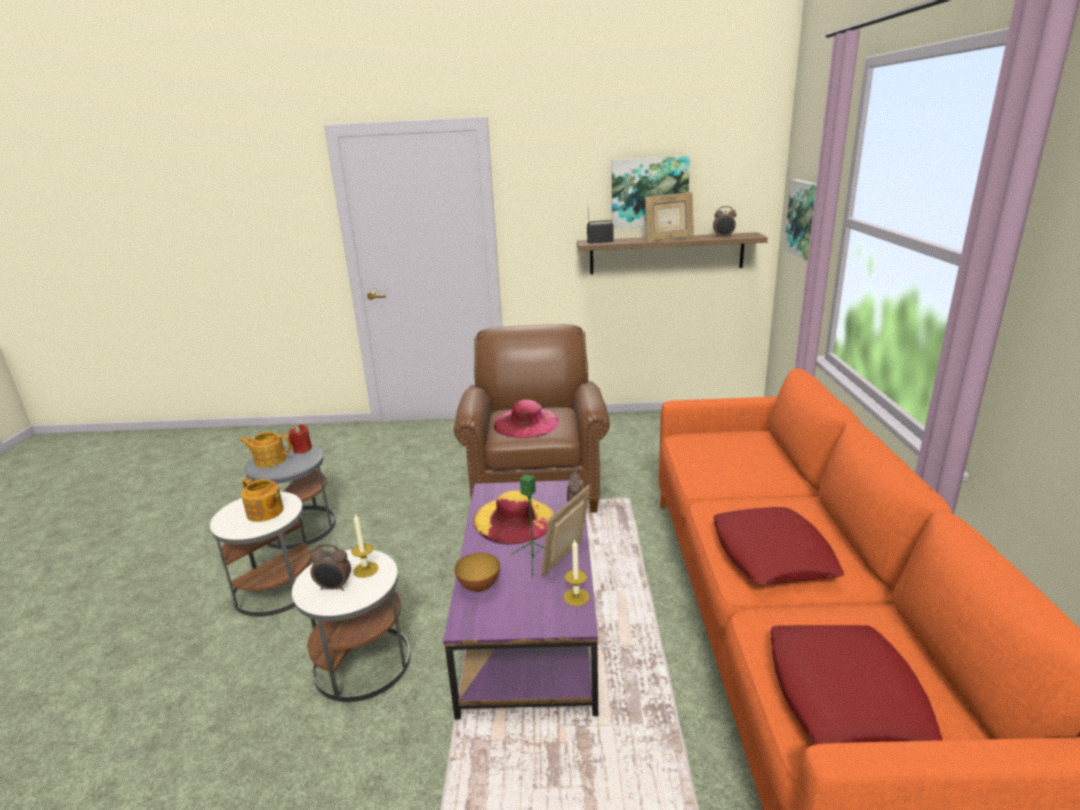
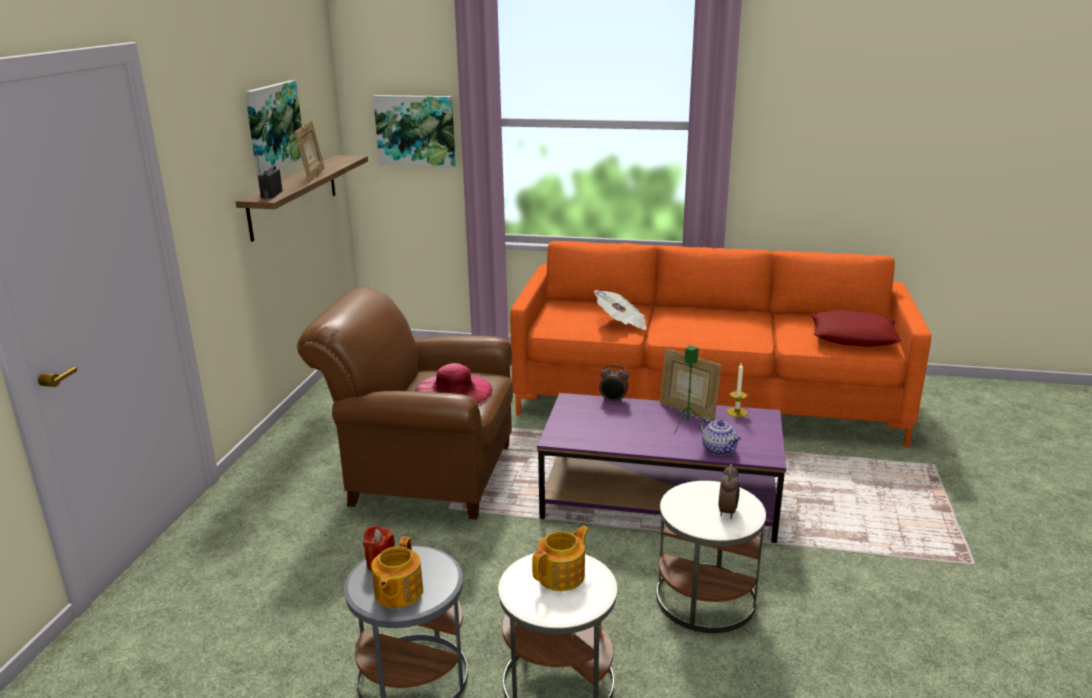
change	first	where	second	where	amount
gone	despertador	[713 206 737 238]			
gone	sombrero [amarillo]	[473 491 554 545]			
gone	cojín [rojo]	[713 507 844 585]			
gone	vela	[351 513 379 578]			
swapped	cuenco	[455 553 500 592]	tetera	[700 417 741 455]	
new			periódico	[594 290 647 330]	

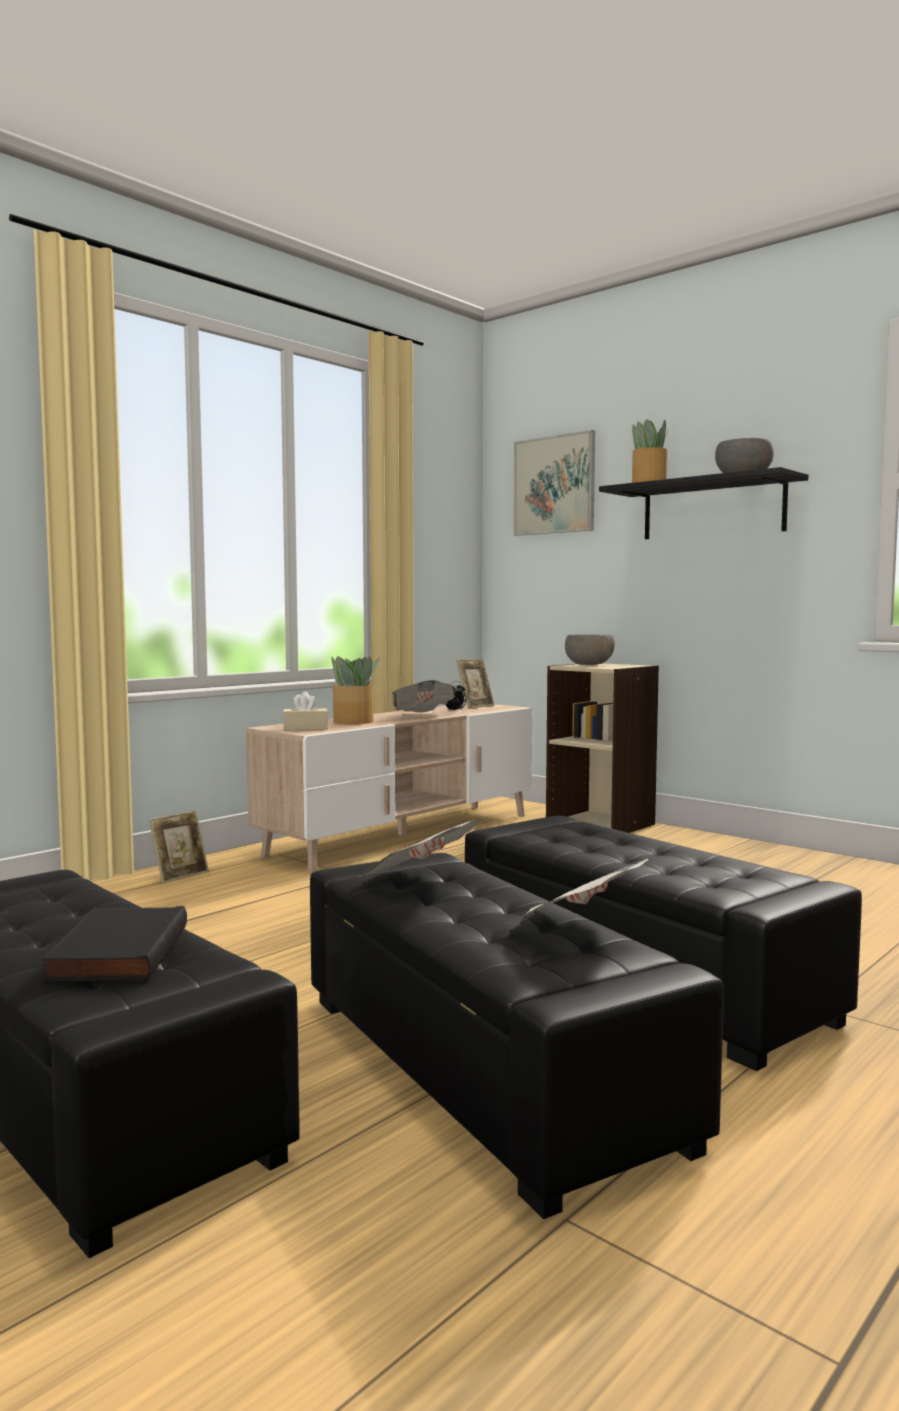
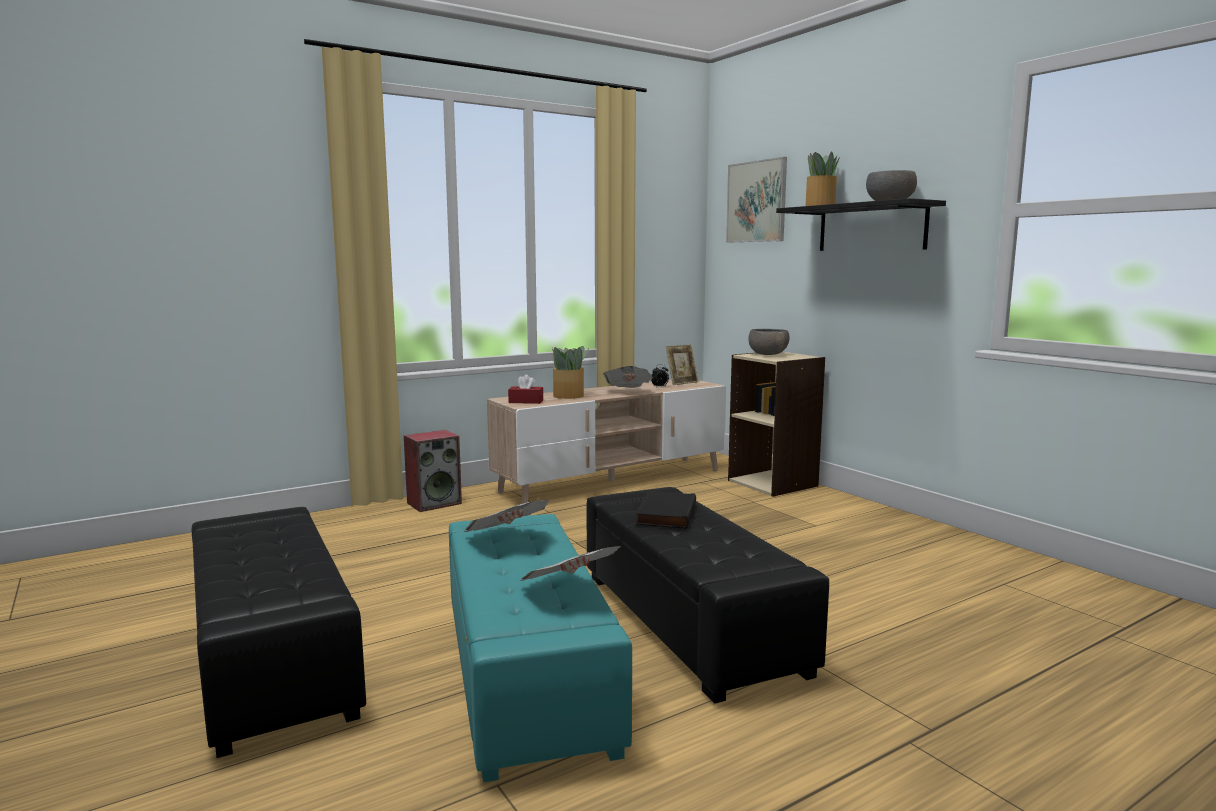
change	first	where	second	where	amount
repainted	caja de pañuelos [beis]	[283 692 328 731]	caja de pañuelos [rojo]	[508 374 543 404]	
swapped	portarretratos	[149 811 209 884]	altavoz	[404 430 462 512]	
repainted	puf [negro]	[310 853 724 1219]	puf [turquesa]	[449 514 632 783]	
shifted	libro [negro]	[41 906 187 981]		[636 491 696 529]	

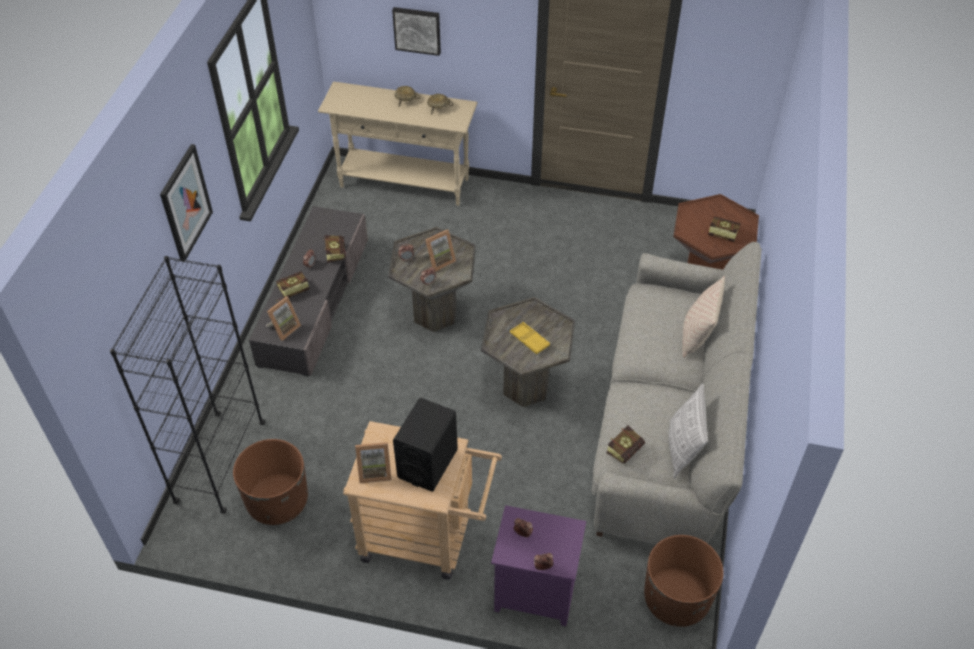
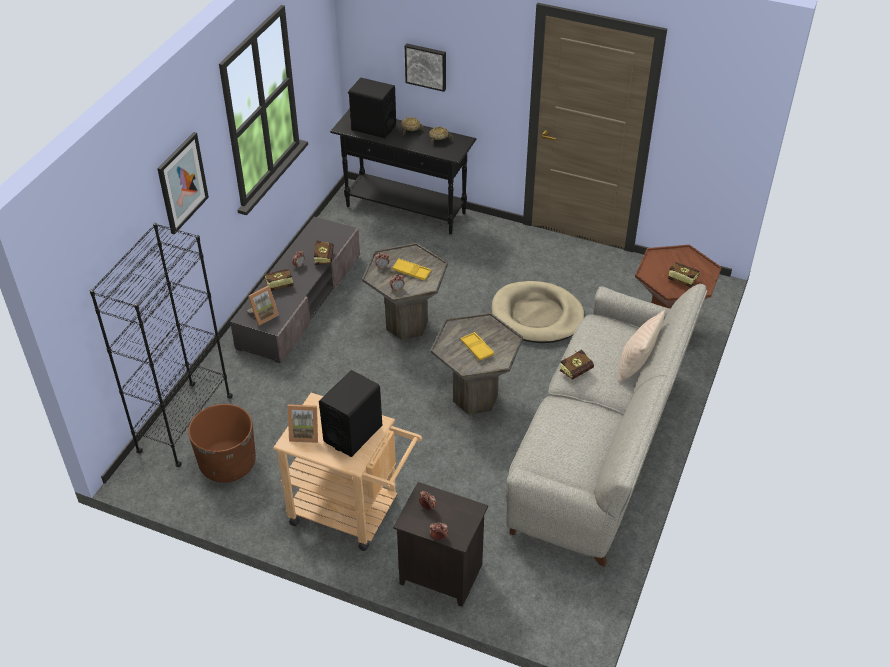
change	first	where	second	where	amount
repainted	mesa consola [beis]	[318 82 478 206]	mesa consola [negro]	[330 109 476 235]	
swapped	portarretratos	[423 229 456 272]	bandeja [amarillo]	[392 258 431 281]	
gone	cojín	[669 383 708 478]			
shifted	libro	[607 426 645 463]		[560 350 594 379]	
repainted	mesita de noche [morado]	[491 505 586 626]	mesita de noche [negro]	[393 482 488 607]	
gone	maceta [marrón]	[644 535 724 627]			
new			altavoz [negro]	[348 78 396 138]	
new			cama para perro [beis]	[492 281 585 343]	

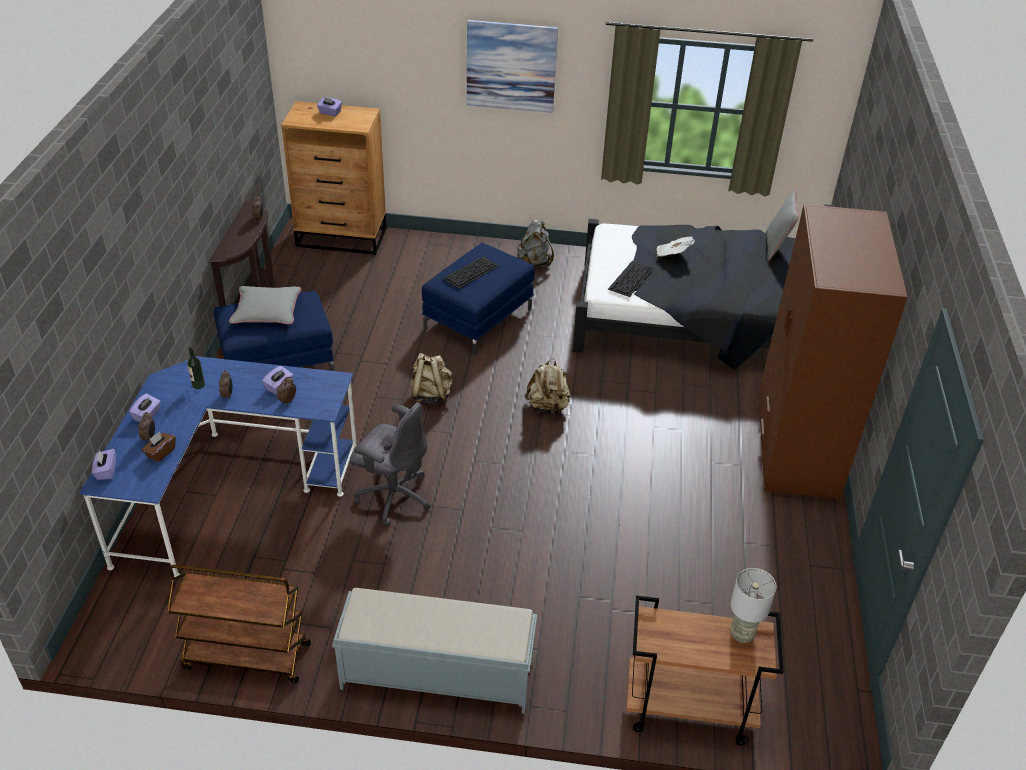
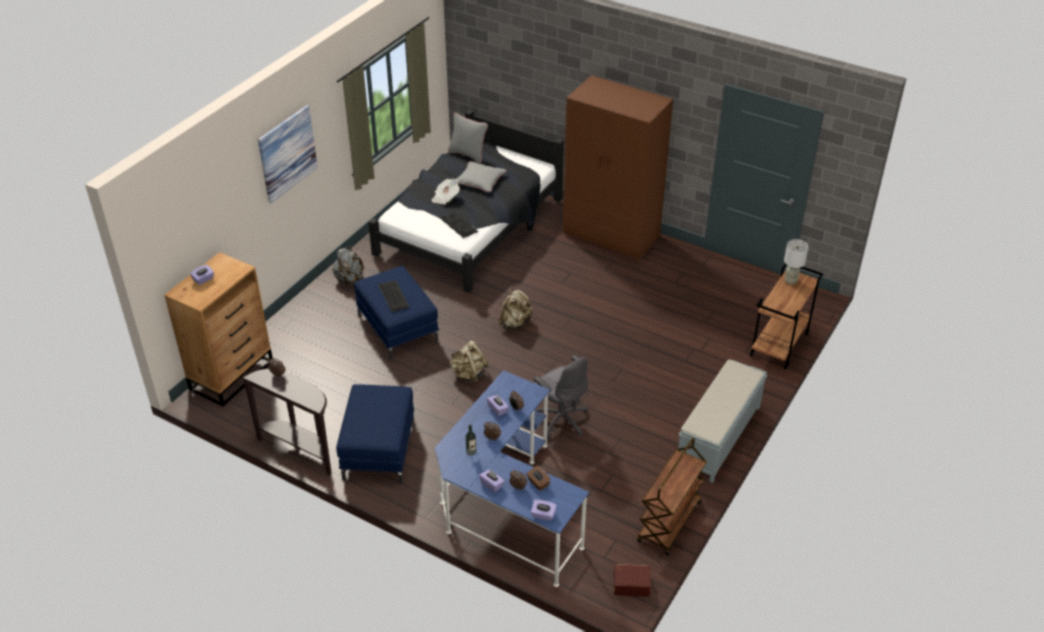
change	first	where	second	where	amount
shifted	cojín [gris]	[229 286 301 324]		[456 161 507 192]	
rotated	silla de oficina [gris]	[350 402 431 526]		[533 355 589 439]	90 degrees clockwise
new			caja de almacenaje [marrón]	[614 564 651 597]	

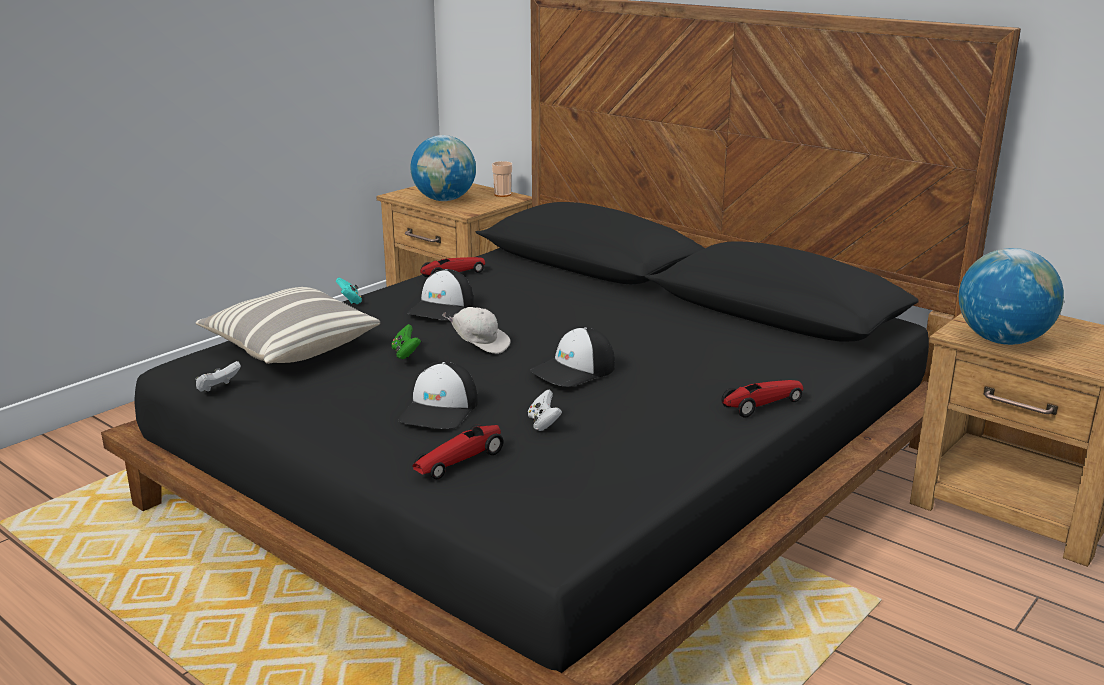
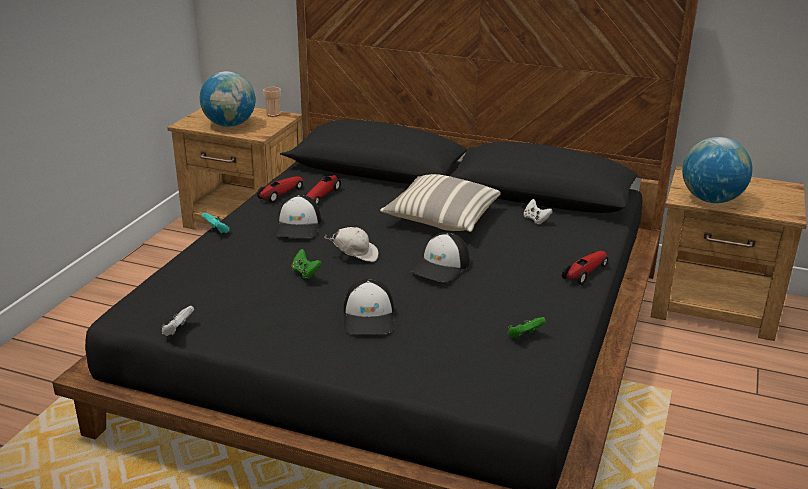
change	first	where	second	where	amount
shifted	cojín	[196 287 380 364]		[380 174 501 232]	
shifted	mando de consola [blanco]	[528 390 562 431]		[524 199 553 224]	
shifted	coche de juguete	[412 424 503 480]		[303 175 341 205]	
new			mando de consola [verde]	[508 317 546 339]	

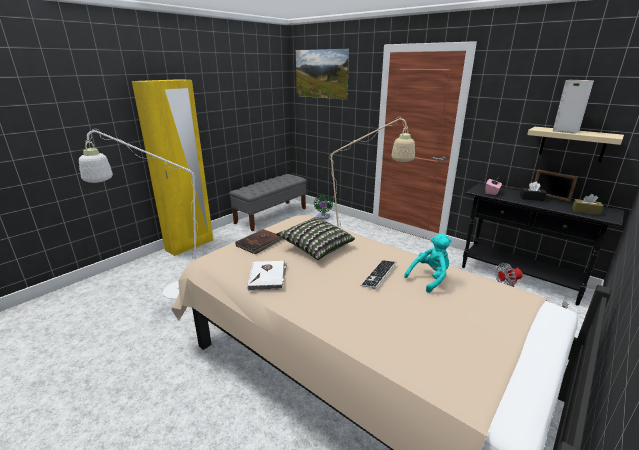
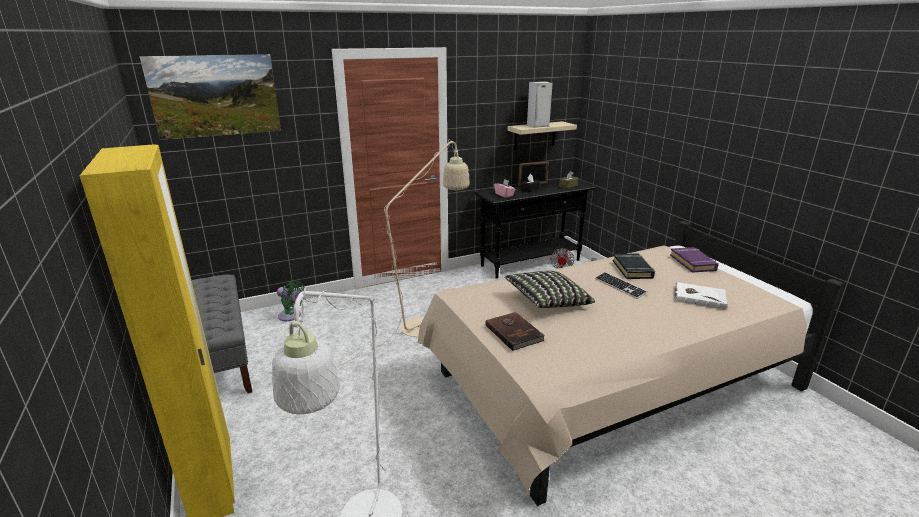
change	first	where	second	where	amount
swapped	peluche [turquesa]	[404 233 451 293]	libro [negro]	[613 253 655 279]	
shifted	libro [blanco]	[247 261 287 291]		[675 282 727 310]	
new			libro [morado]	[670 247 719 273]	

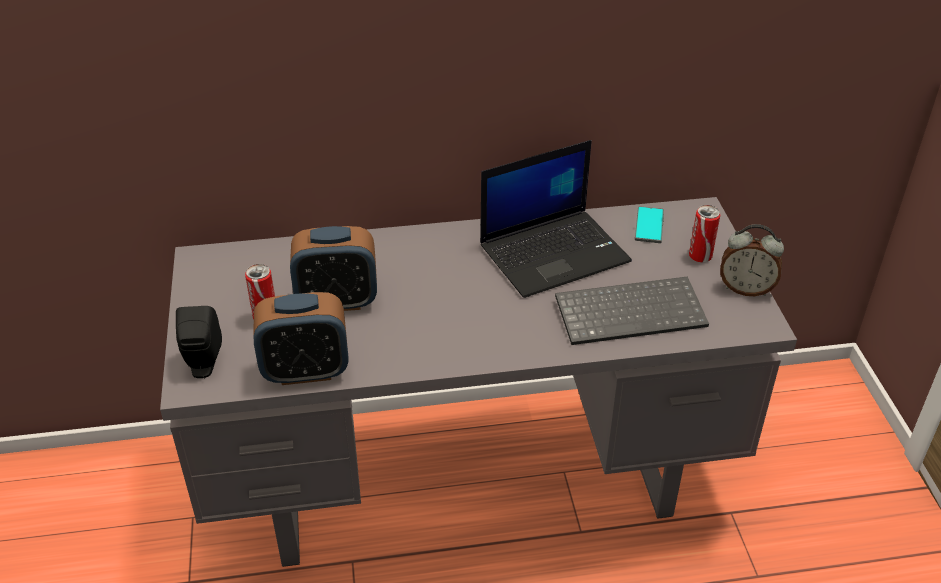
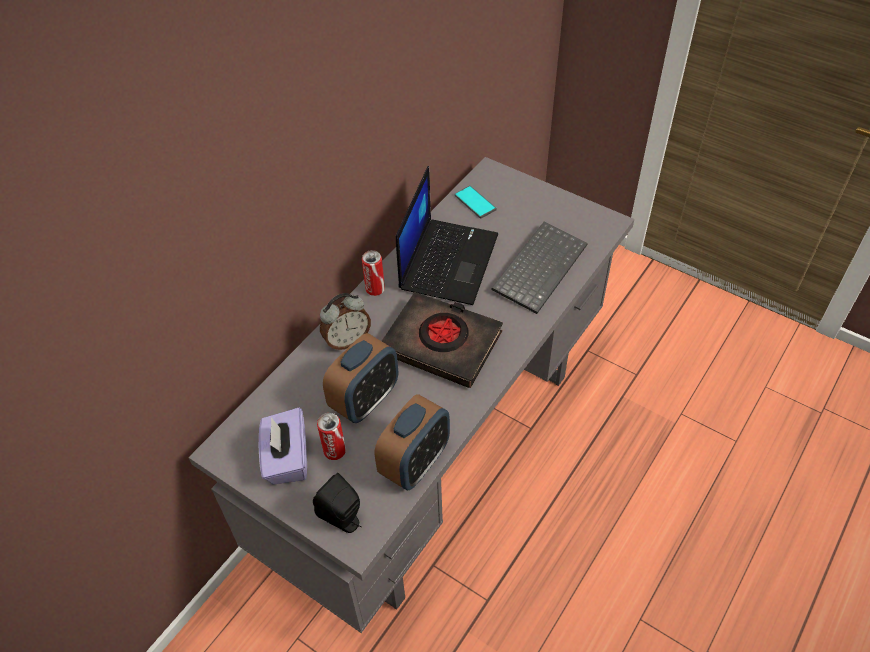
change	first	where	second	where	amount
shifted	lata	[689 205 720 262]		[362 250 385 296]	
shifted	despertador	[720 224 784 296]		[320 293 371 350]	
new			libro [negro]	[382 292 503 388]	
new			caja de pañuelos [morado]	[259 408 307 485]	

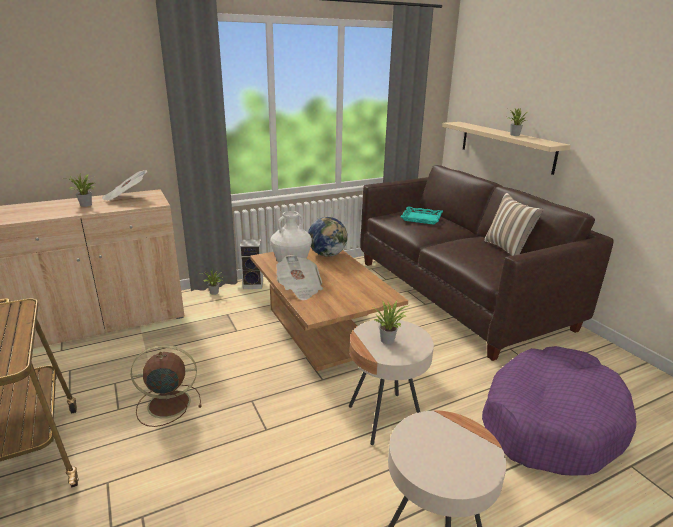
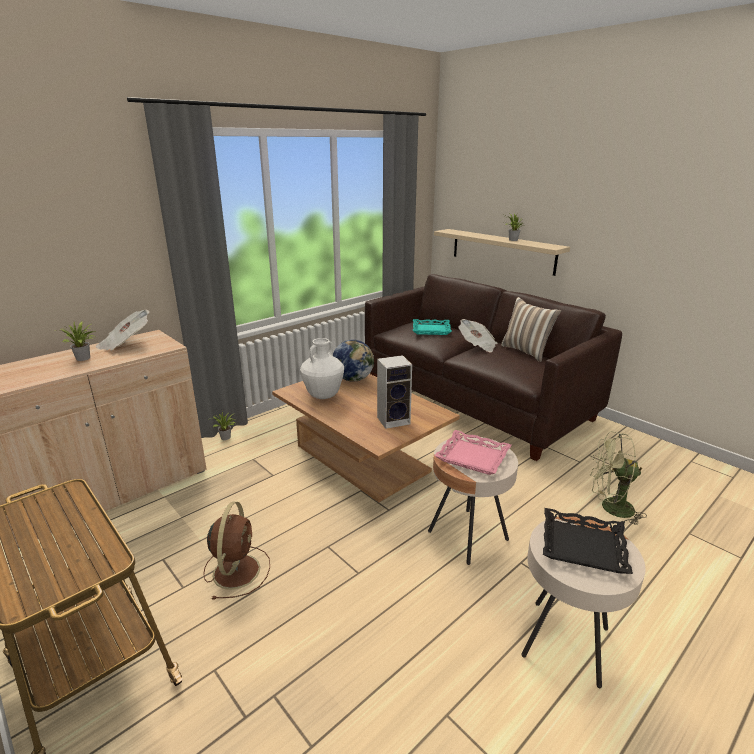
change	first	where	second	where	amount
shifted	altavoz	[240 239 263 289]		[377 355 412 429]	
shifted	periódico	[276 255 323 300]		[459 319 497 352]	
swapped	planta en maceta	[372 300 408 344]	bandeja [rosa]	[434 430 512 475]	
rotated	ventilador [marrón]	[131 345 201 427]		[203 502 270 600]	120 degrees clockwise
swapped	cama para perro [morado]	[482 346 636 475]	ventilador [verde]	[590 431 647 525]	
new			bandeja [negro]	[543 508 633 574]	

